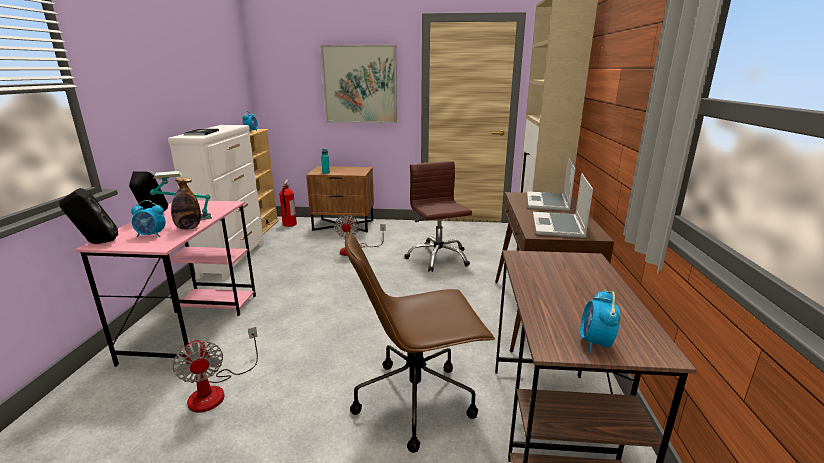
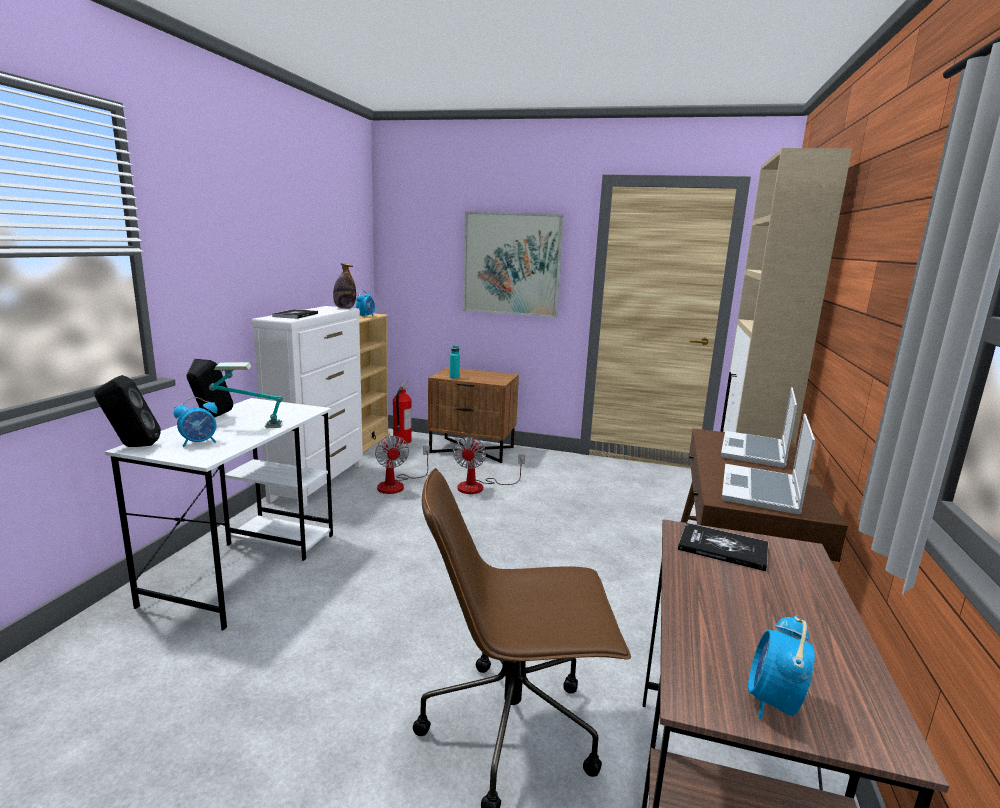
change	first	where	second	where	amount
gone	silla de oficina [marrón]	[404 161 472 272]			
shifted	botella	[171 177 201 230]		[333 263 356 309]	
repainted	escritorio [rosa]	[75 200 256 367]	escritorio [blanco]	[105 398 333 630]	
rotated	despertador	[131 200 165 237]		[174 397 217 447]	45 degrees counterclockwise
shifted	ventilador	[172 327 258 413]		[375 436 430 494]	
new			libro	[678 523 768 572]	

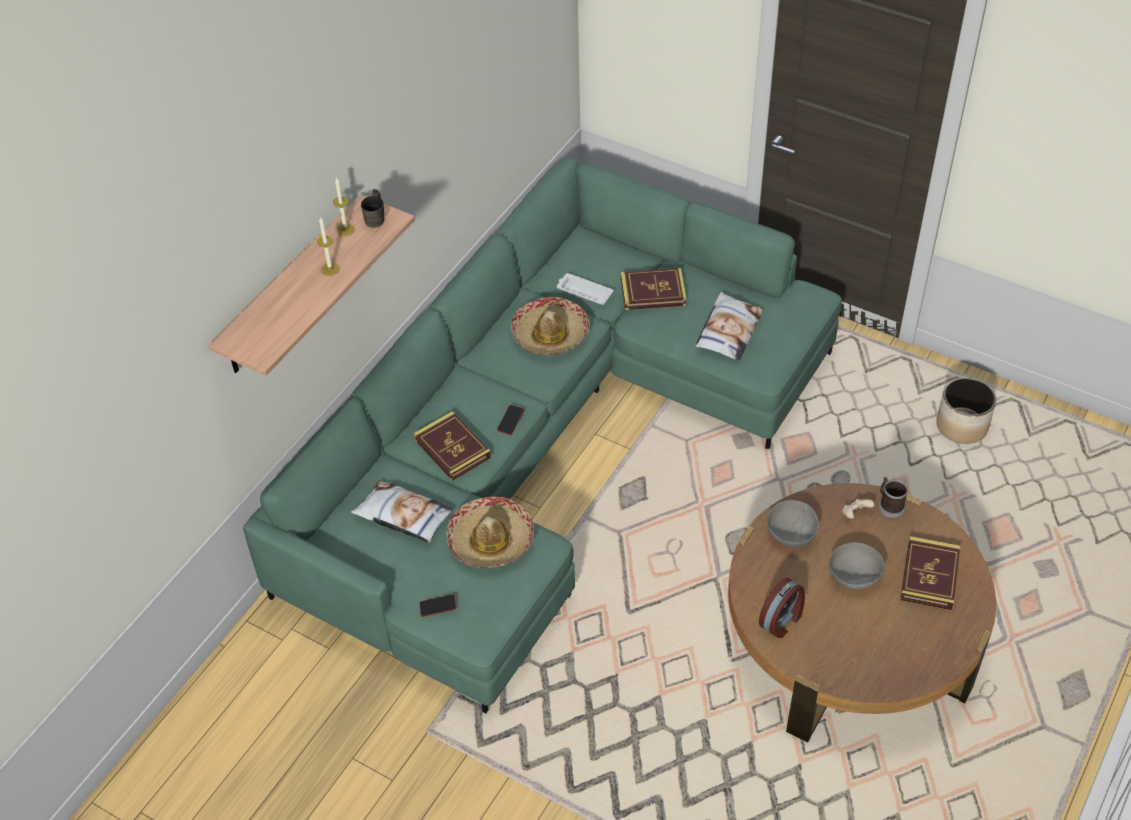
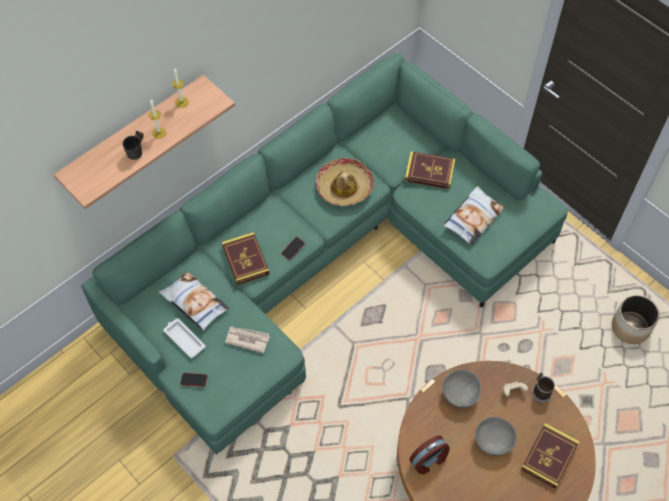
change	first	where	second	where	amount
shifted	taza grande [gris]	[361 189 384 228]		[123 131 144 160]	
shifted	bandeja [blanco]	[557 273 614 305]		[163 318 206 358]	
swapped	sombrero	[446 496 534 568]	periódico	[225 326 270 353]	

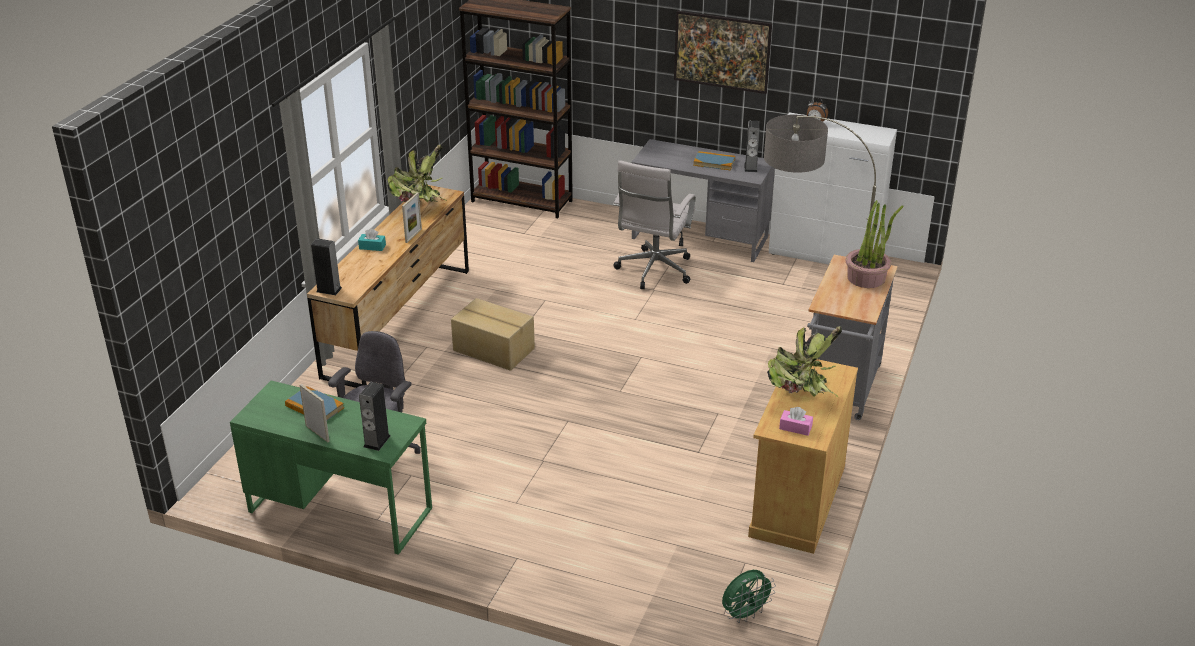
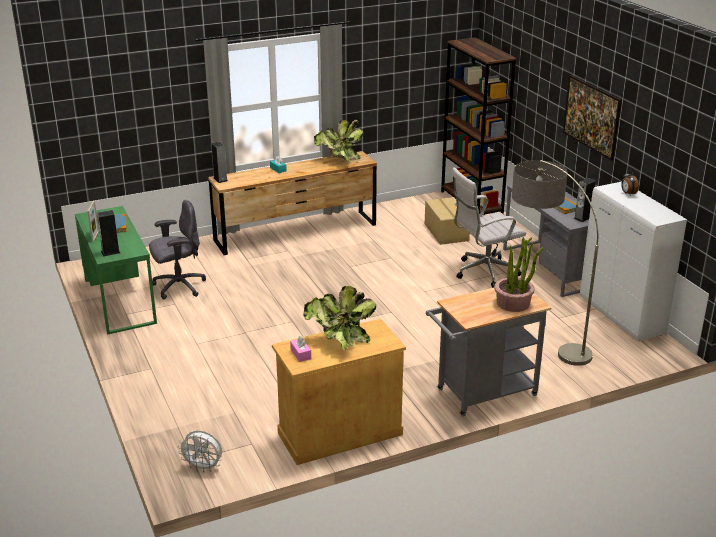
change	first	where	second	where	amount
gone	portarretratos	[402 192 422 243]			
shifted	caja de cartón	[451 298 535 371]		[425 197 470 245]	
repainted	ventilador [verde]	[722 570 776 623]	ventilador [blanco]	[177 431 222 472]	

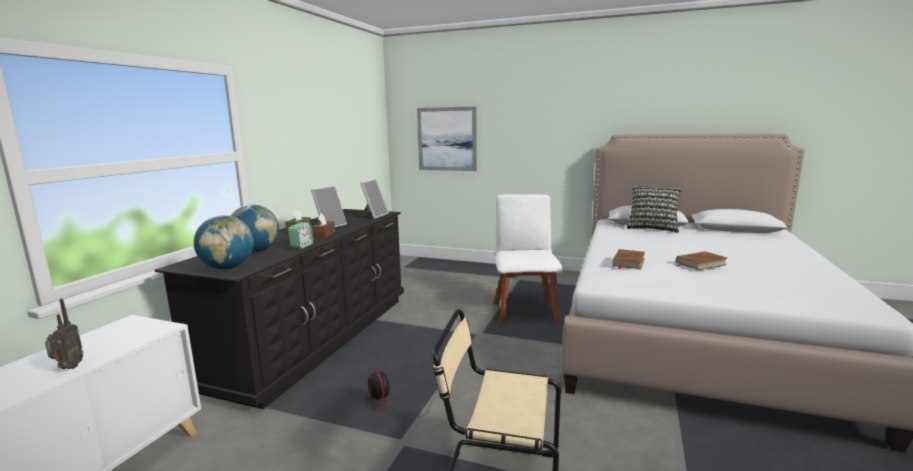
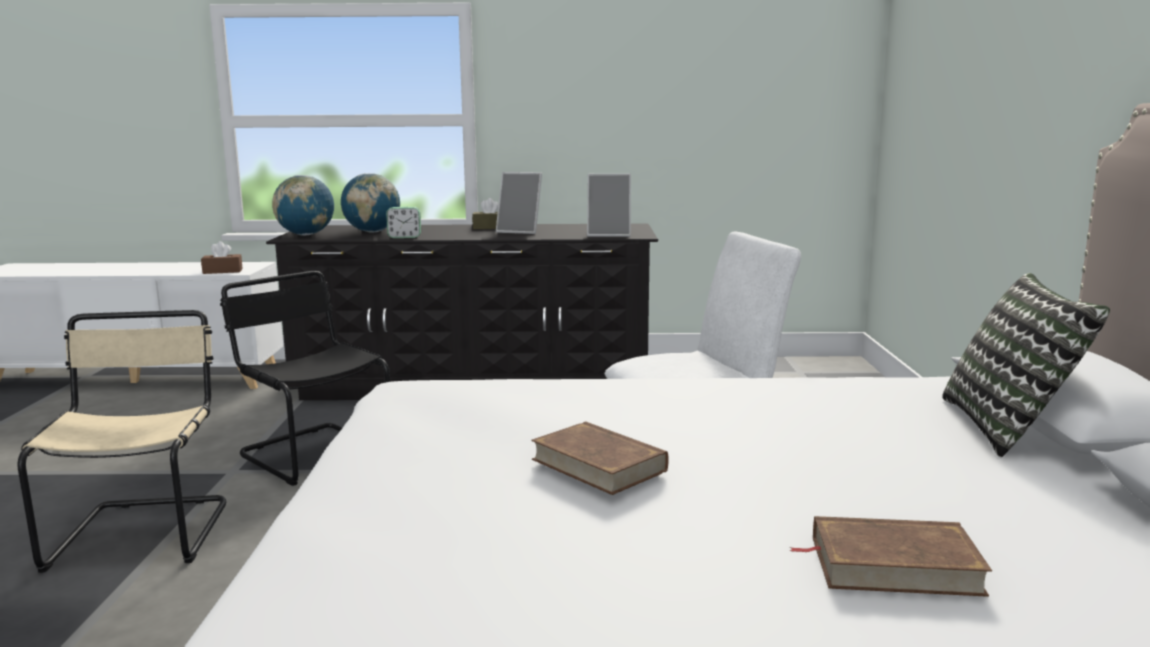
change	first	where	second	where	amount
gone	cuadro	[417 106 477 171]			
shifted	caja de pañuelos [marrón]	[312 213 335 238]		[201 241 243 274]	
shifted	libro [marrón]	[612 249 645 269]		[789 516 992 597]	
gone	radio	[45 298 83 369]			
swapped	ventilador	[367 371 440 421]	silla [negro]	[220 271 390 486]	

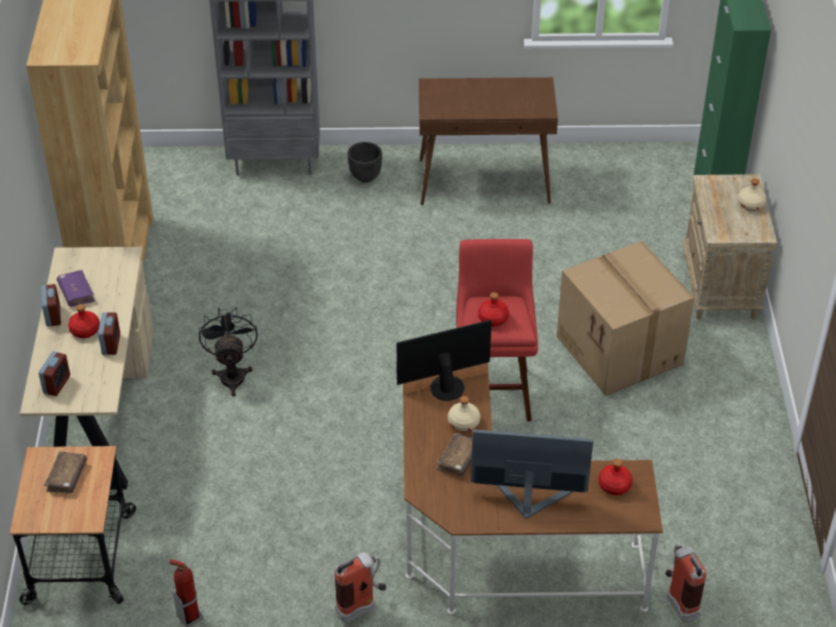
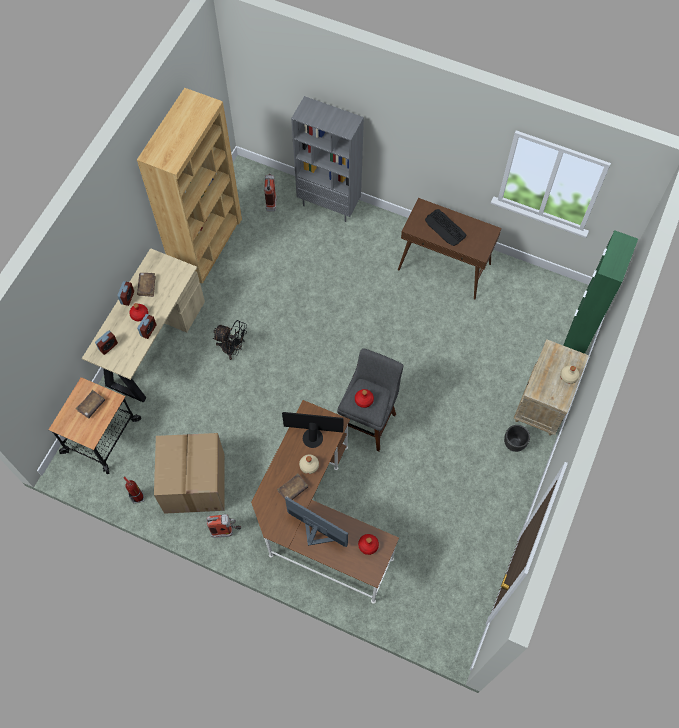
change	first	where	second	where	amount
shifted	maceta [negro]	[348 142 382 183]		[504 425 530 452]	
repainted	taburete [rojo]	[456 239 538 422]	taburete [gris]	[337 348 403 452]	
shifted	caja de cartón	[557 241 695 396]		[154 433 224 514]	
repainted	libro [morado]	[57 270 95 307]	libro [marrón]	[137 273 156 297]	
rotated	ventilador [negro]	[199 308 258 397]		[213 320 247 360]	90 degrees clockwise
shifted	extintor	[666 545 706 623]		[264 173 277 212]	
new			teclado	[425 209 467 246]	

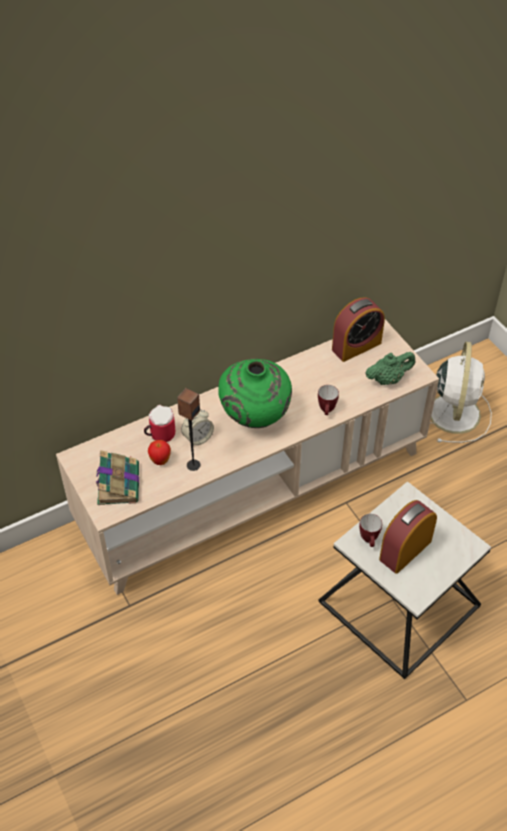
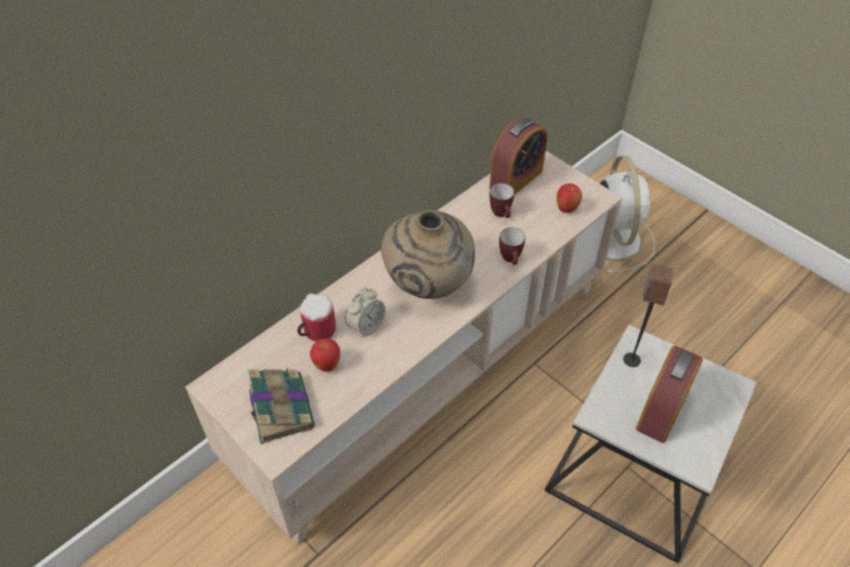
change	first	where	second	where	amount
swapped	tetera [verde]	[365 352 415 385]	manzana	[556 184 582 213]	
repainted	florero [verde]	[218 359 292 428]	florero [beis]	[381 210 475 299]	
shifted	altavoz	[177 388 200 471]		[623 265 674 367]	
shifted	taza grande	[359 514 382 547]		[489 183 514 218]	

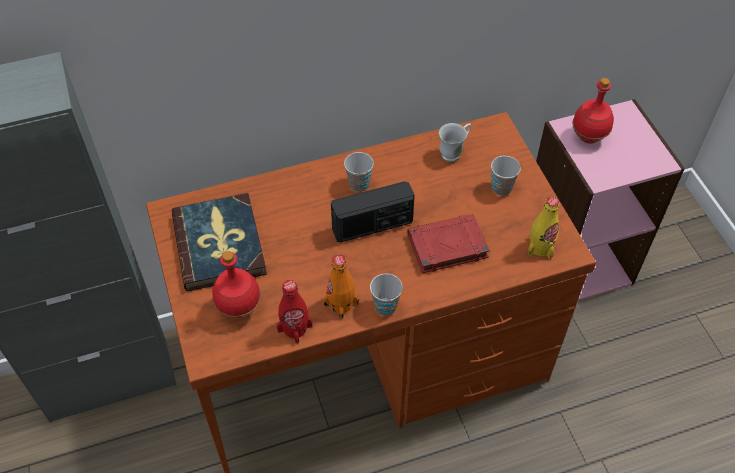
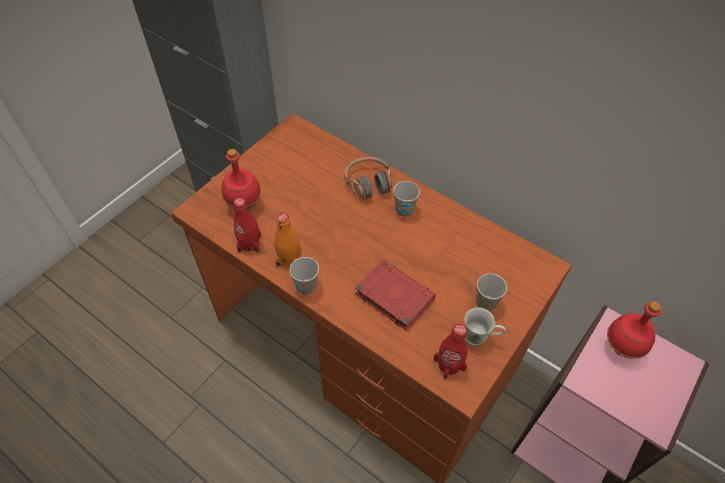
change	first	where	second	where	amount
shifted	taza grande [blanco]	[439 123 471 162]		[464 307 506 346]	
gone	radio	[331 181 415 243]			
gone	libro	[172 193 267 291]			
repainted	botella [amarillo]	[528 197 560 259]	botella [rojo]	[434 324 468 379]	
new			auriculares	[344 157 392 200]	

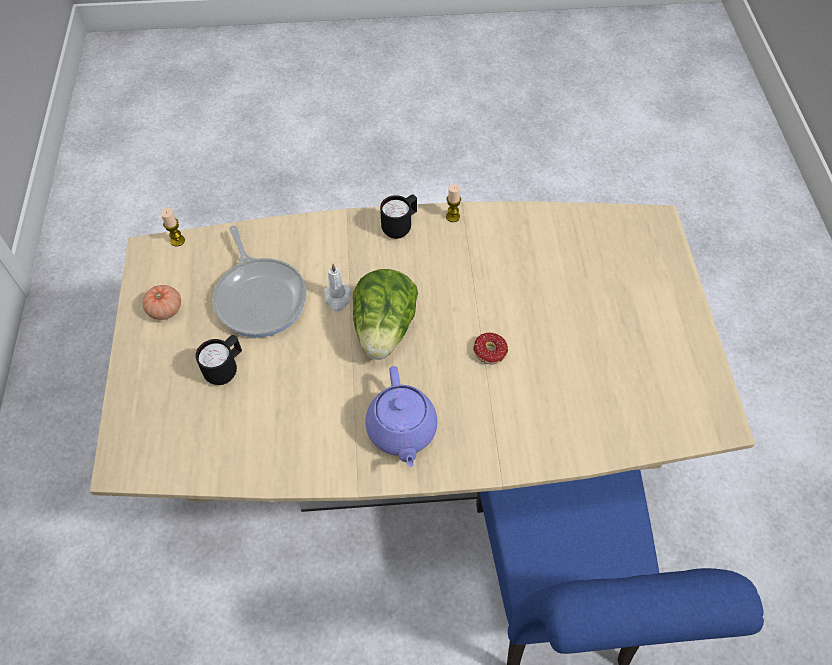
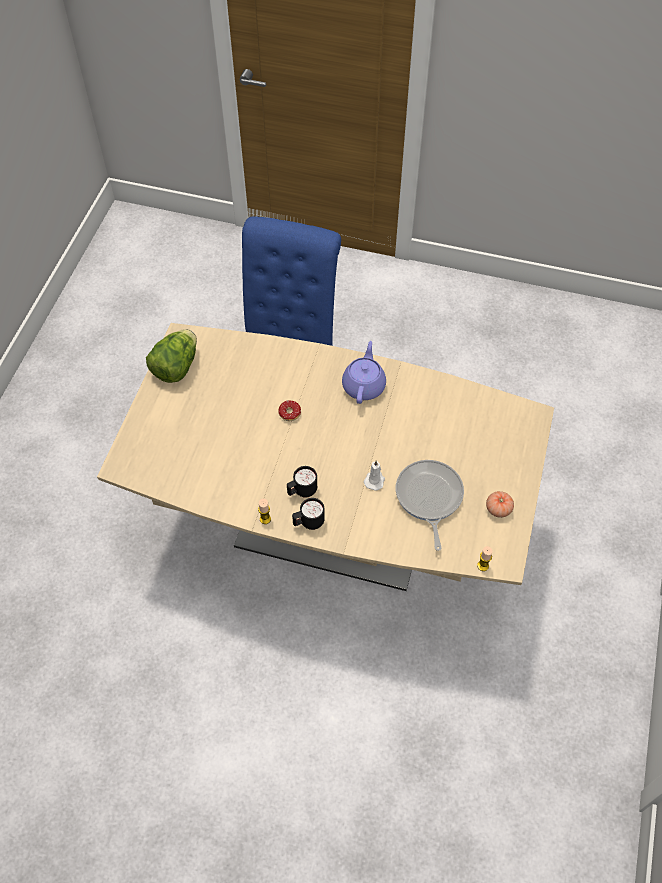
change	first	where	second	where	amount
shifted	lechuga	[353 269 418 360]		[146 329 197 383]	
shifted	taza grande [negro]	[195 335 242 385]		[287 466 317 498]	

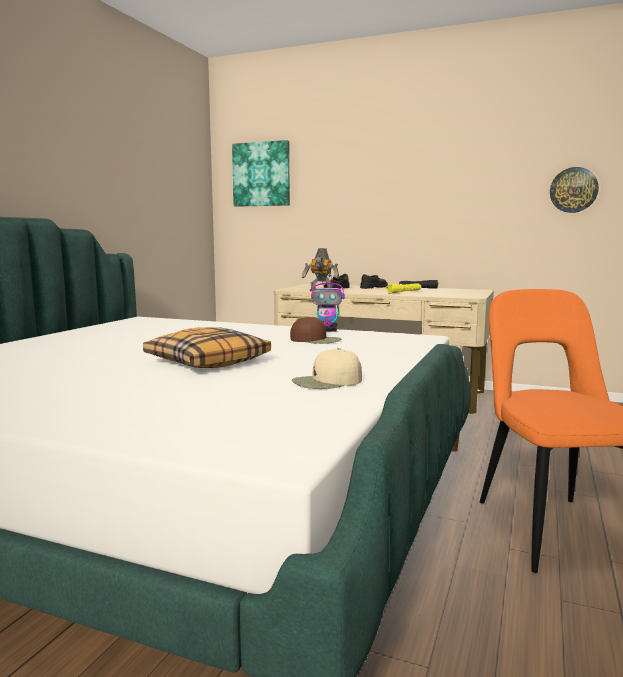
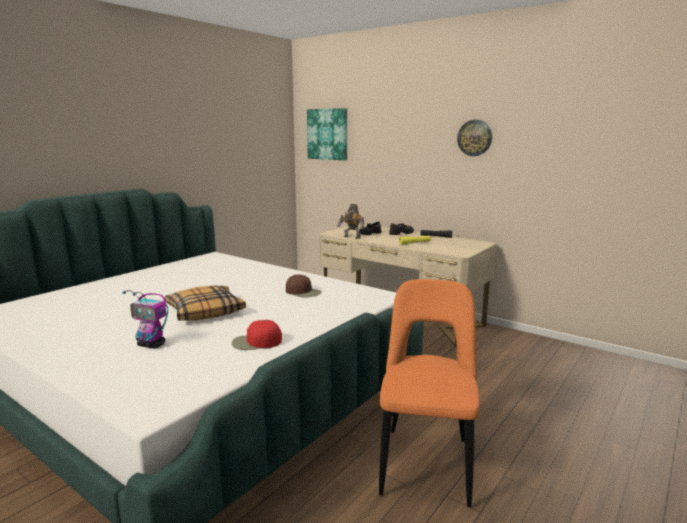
change	first	where	second	where	amount
shifted	reloj de pared	[550 167 599 213]		[457 120 492 156]	
shifted	robot de juguete	[311 274 345 332]		[123 290 168 349]	
repainted	gorra [beis]	[292 348 362 389]	gorra [rojo]	[232 320 282 350]	

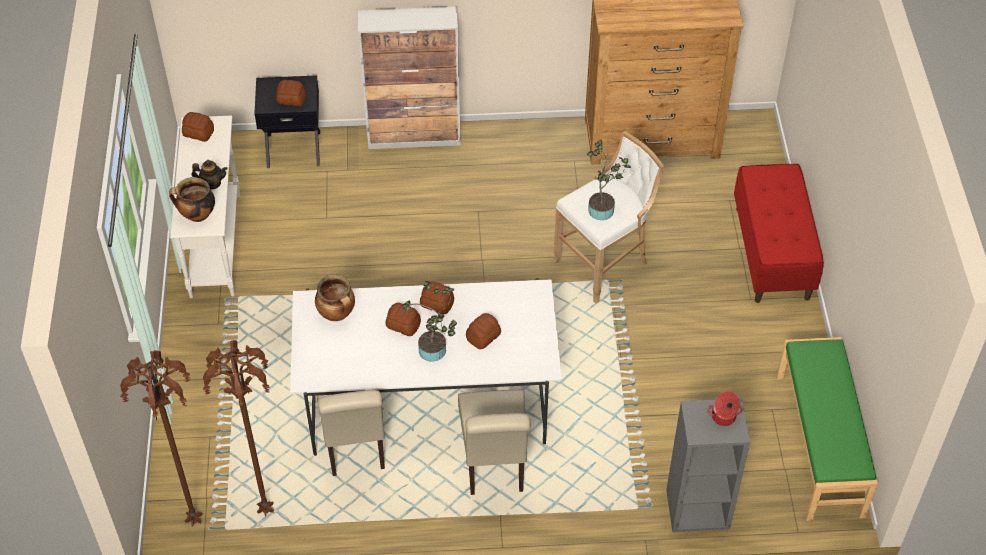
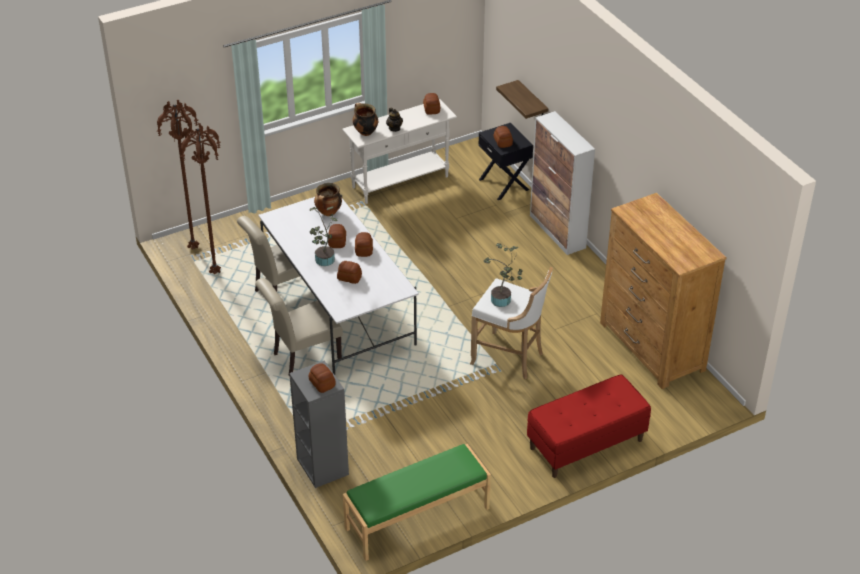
change	first	where	second	where	amount
swapped	olla	[707 391 743 426]	pan	[309 363 336 393]	
new			estante	[496 80 548 119]	

